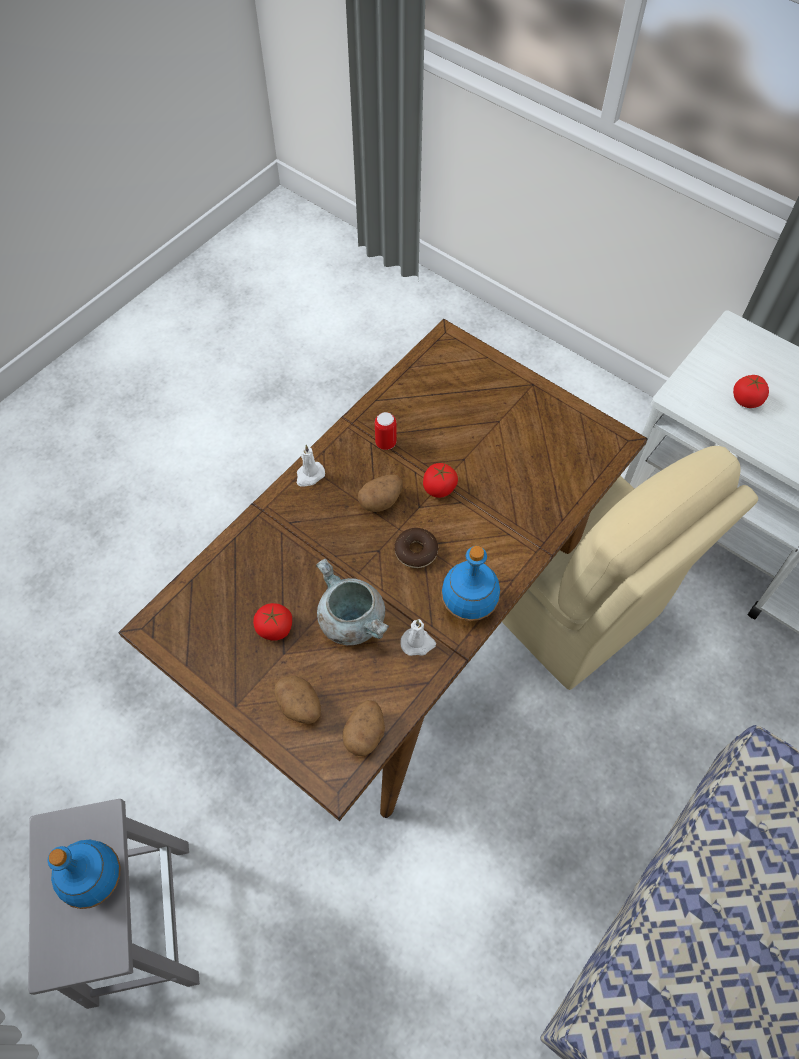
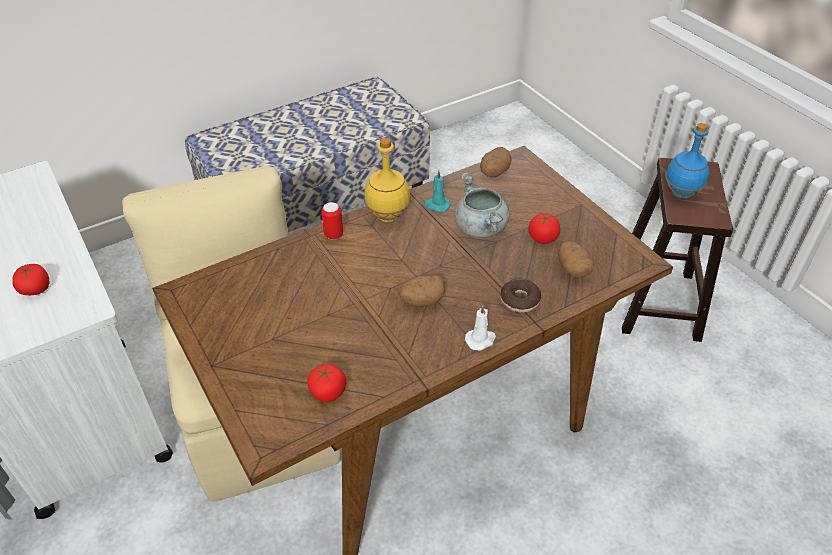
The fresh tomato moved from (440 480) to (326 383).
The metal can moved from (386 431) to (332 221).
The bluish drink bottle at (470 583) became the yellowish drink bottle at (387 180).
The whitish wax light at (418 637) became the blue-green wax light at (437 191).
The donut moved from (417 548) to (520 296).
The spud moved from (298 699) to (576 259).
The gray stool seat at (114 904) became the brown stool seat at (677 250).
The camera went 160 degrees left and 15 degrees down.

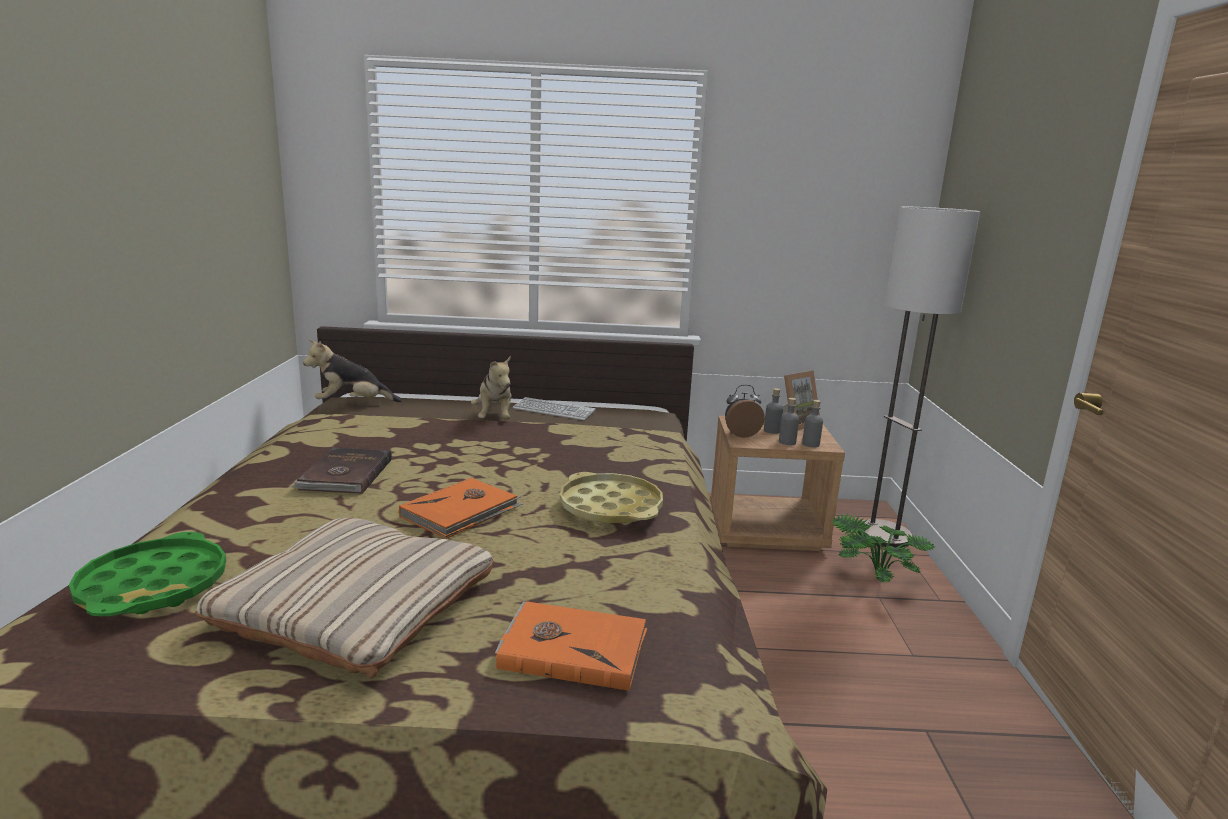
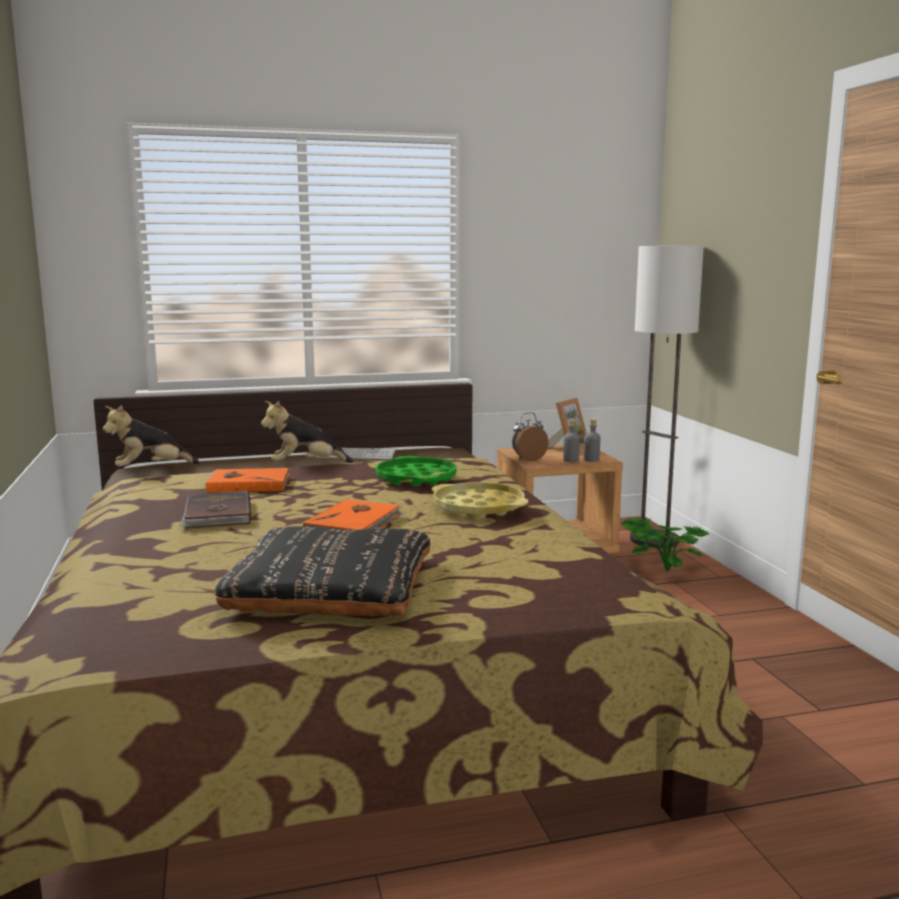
The orange-coloured bound book moved from (571 646) to (247 480).
The beige-coloured pillow at (344 598) became the blackish pillow at (322 571).
The cuddly toy at (491 387) turned 105 degrees clockwise.
The greenish tray moved from (147 574) to (416 471).
The gray drink bottle at (773 411) disappeared.
The camera went 15 degrees left and 5 degrees down.

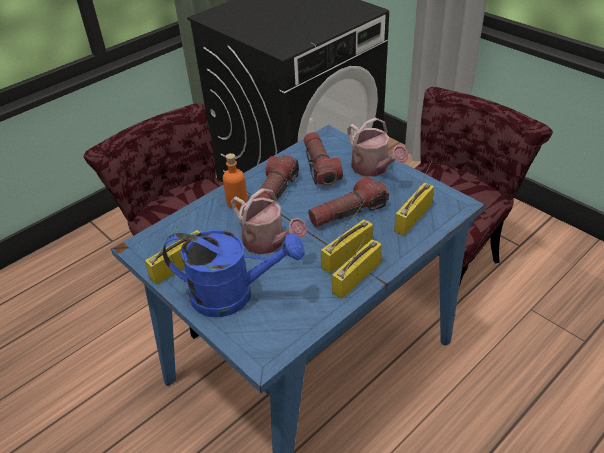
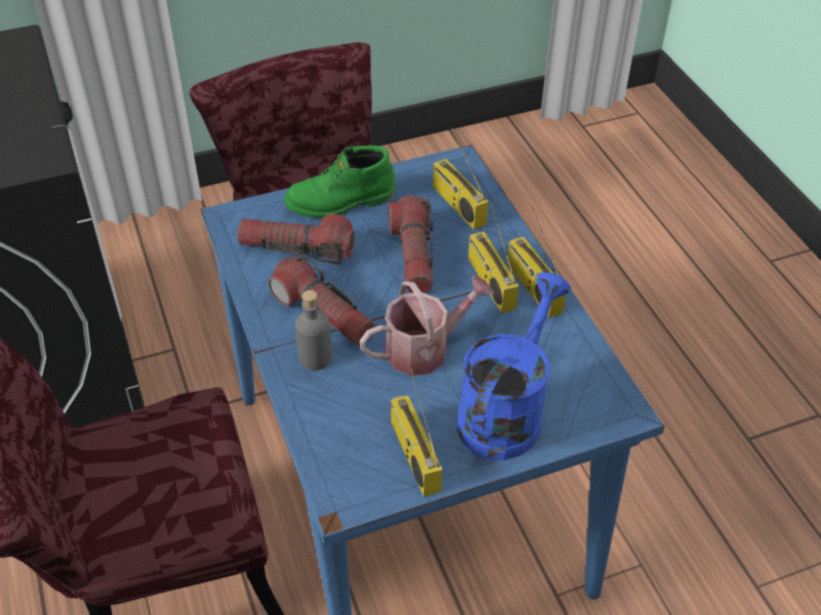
The sprinkling can at (377 147) was replaced by the greenish tall boot at (339 181).
The orange-coloured drink bottle at (235 181) became the gray drink bottle at (313 330).
The camera went 70 degrees left and 5 degrees up.

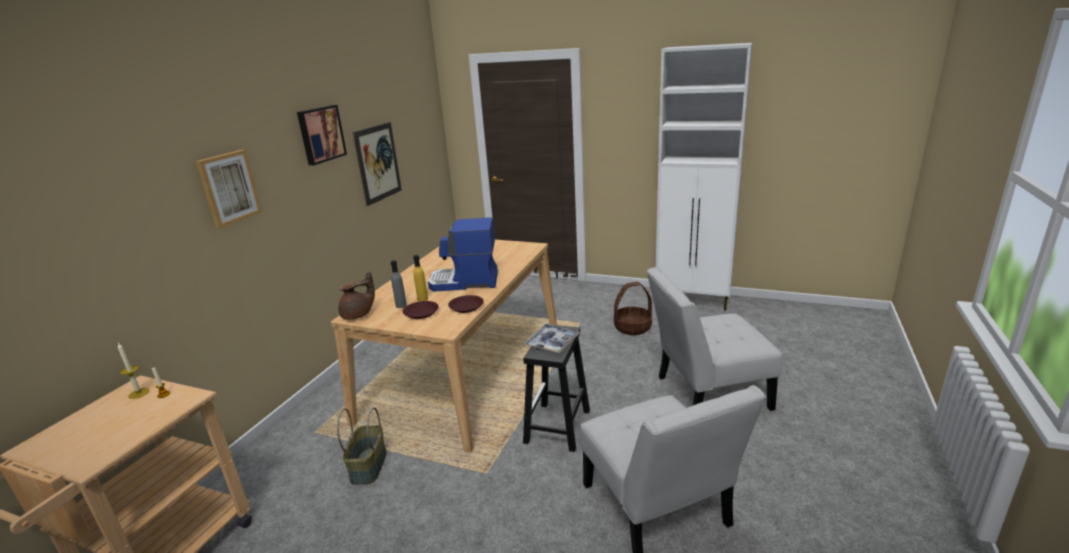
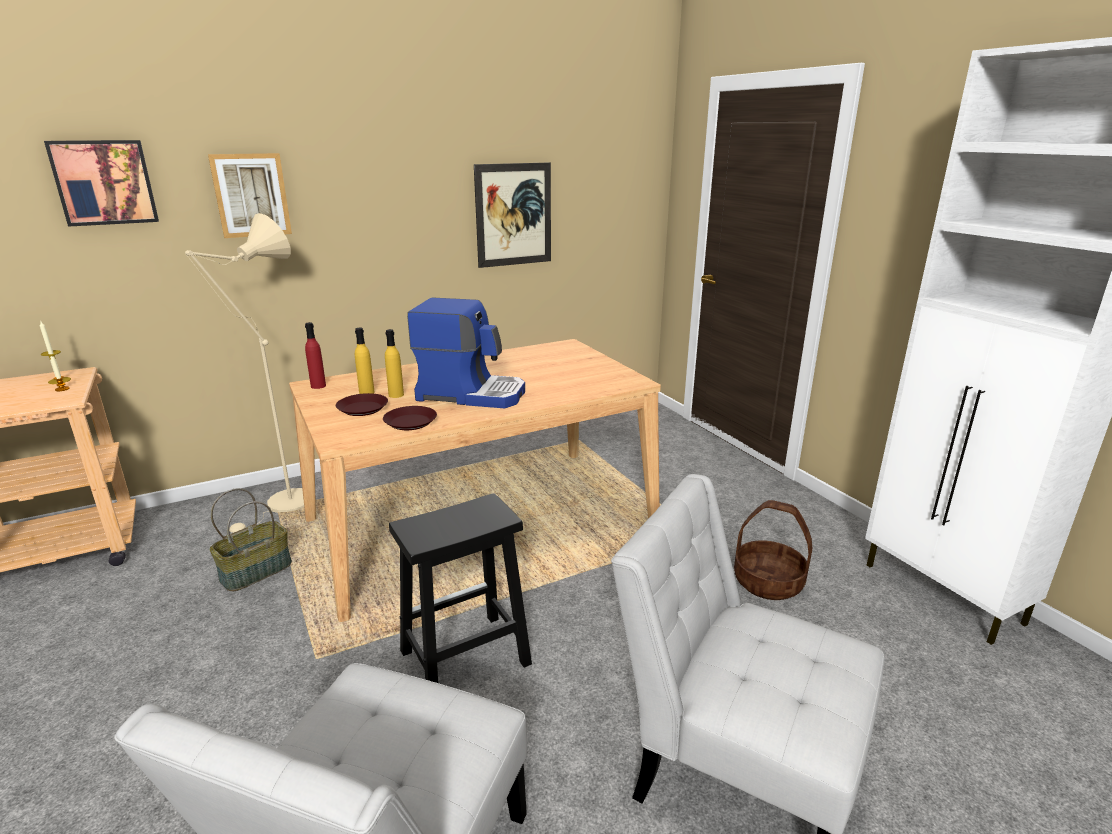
The picture moved from (322 135) to (101 183).
The beige-coloured standard lamp at (244 373) appeared.
The brown teapot at (356 296) was replaced by the red-coloured drink bottle at (315 355).
The gray drink bottle at (399 284) became the yellowish drink bottle at (365 361).
The coffee maker at (463 254) turned 150 degrees clockwise.
The tray at (552 338) disappeared.
The camera went 40 degrees right and 0 degrees up.

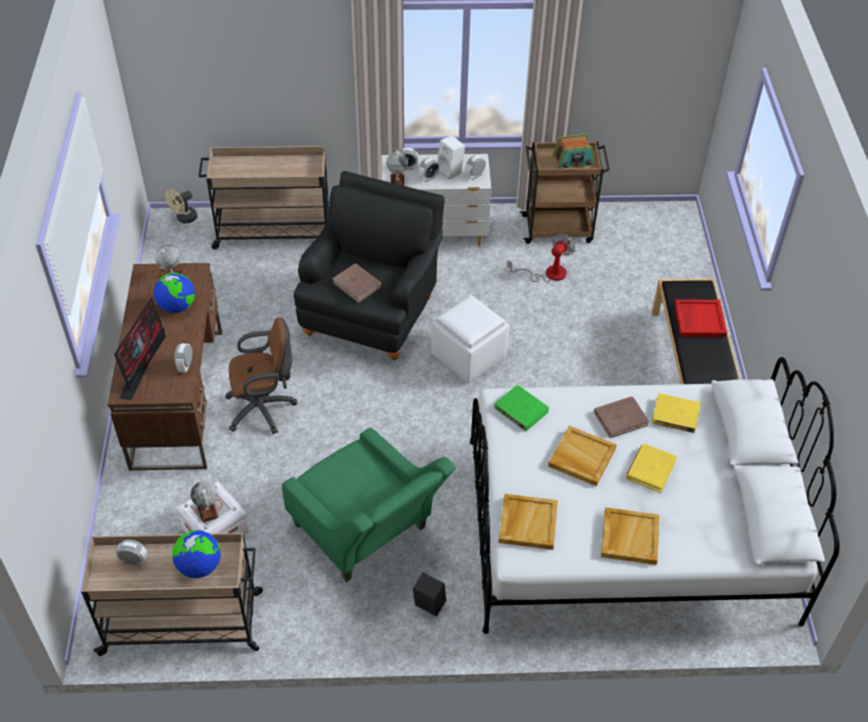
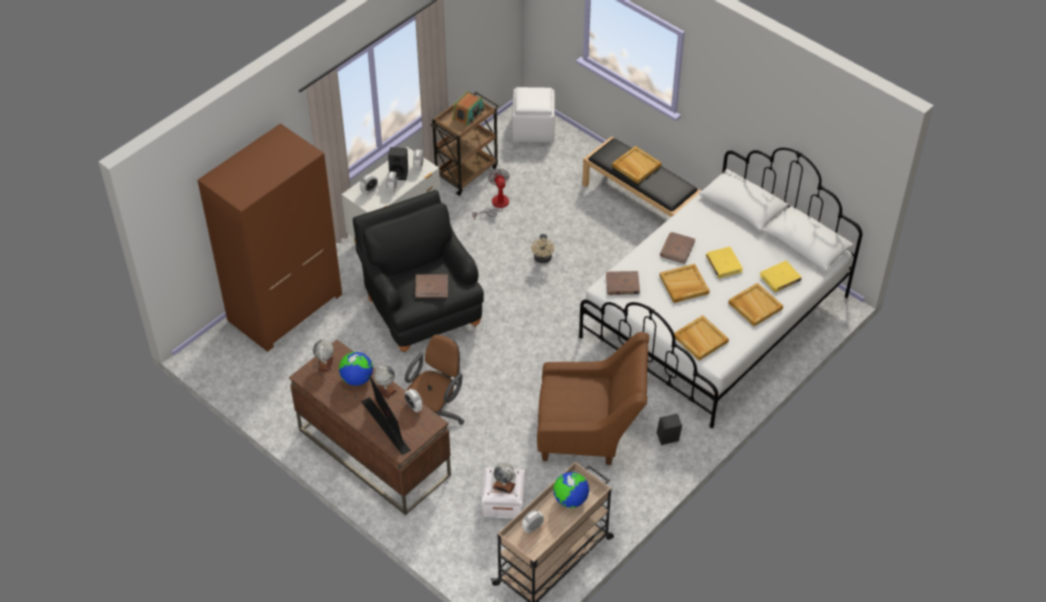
The beige-coloured trolley at (264 198) was replaced by the brown clothes cupboard at (269 237).
The globe moved from (397 168) to (385 381).
The whitish audio speaker at (451 157) became the blackish audio speaker at (398 163).
The whitish footrest moved from (470 339) to (533 114).
The beige-coloured cooling fan moved from (182 206) to (543 248).
The greenish armchair at (369 505) became the brown armchair at (593 398).
The greenish bound book at (521 408) became the brown bound book at (623 283).
The red-coloured tray at (700 318) became the beige-coloured tray at (636 165).
The yellowish bound book moved from (676 413) to (781 276).
The camera went 45 degrees left and 0 degrees up.

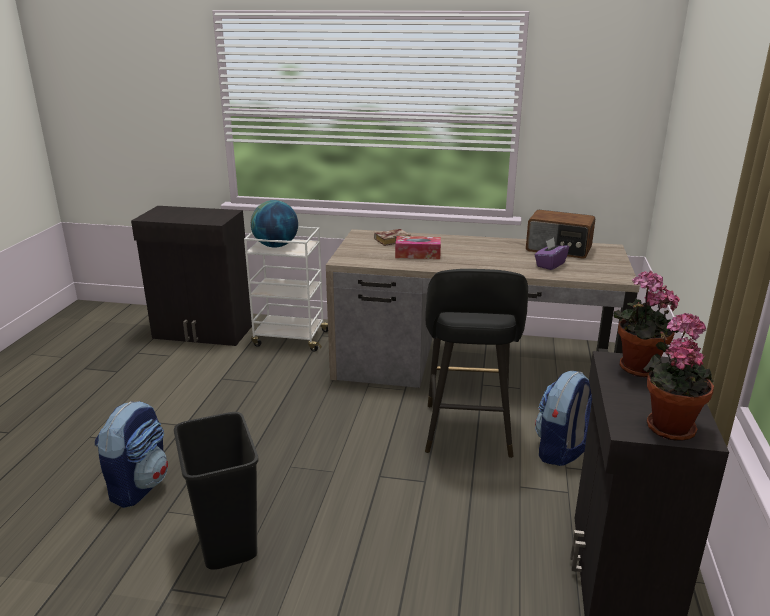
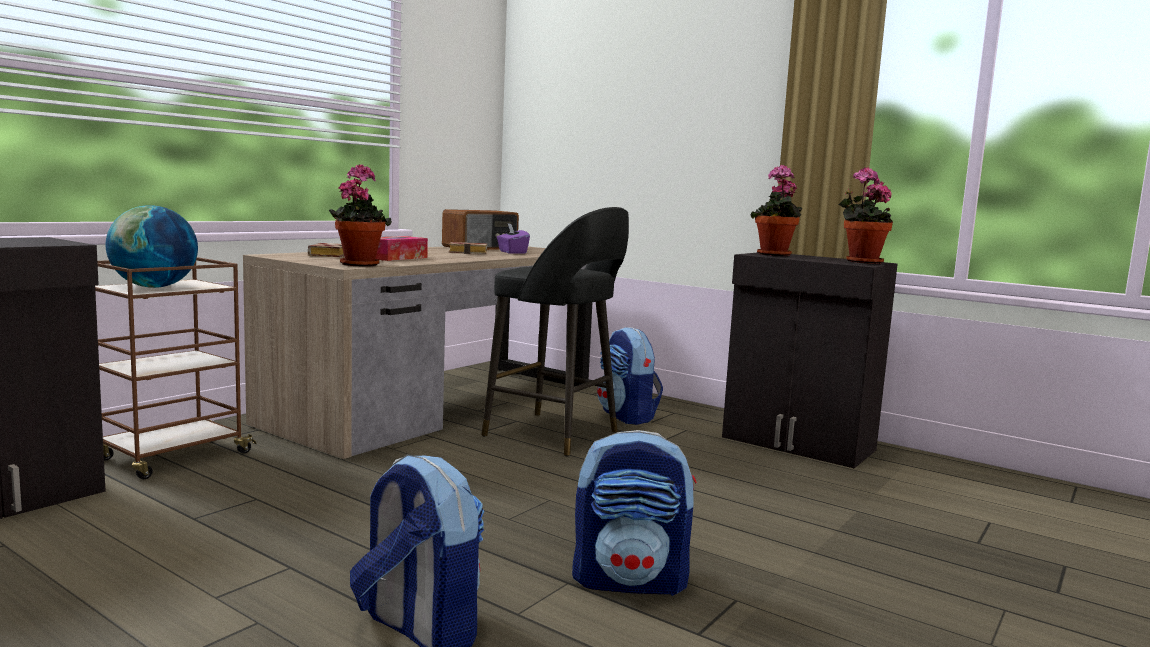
The whitish trolley at (286 289) became the brown trolley at (176 368).
The plant in a pot at (360 215) appeared.
The bound book at (468 248) appeared.
The blackish trash can at (216 491) was replaced by the knapsack at (634 513).
The camera went 65 degrees left and 15 degrees down.

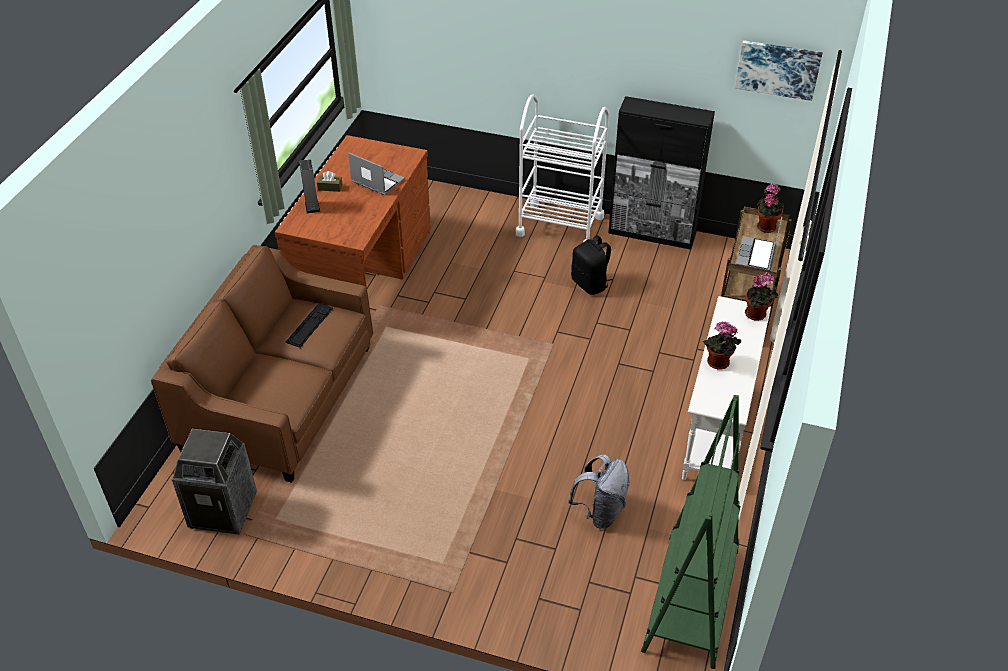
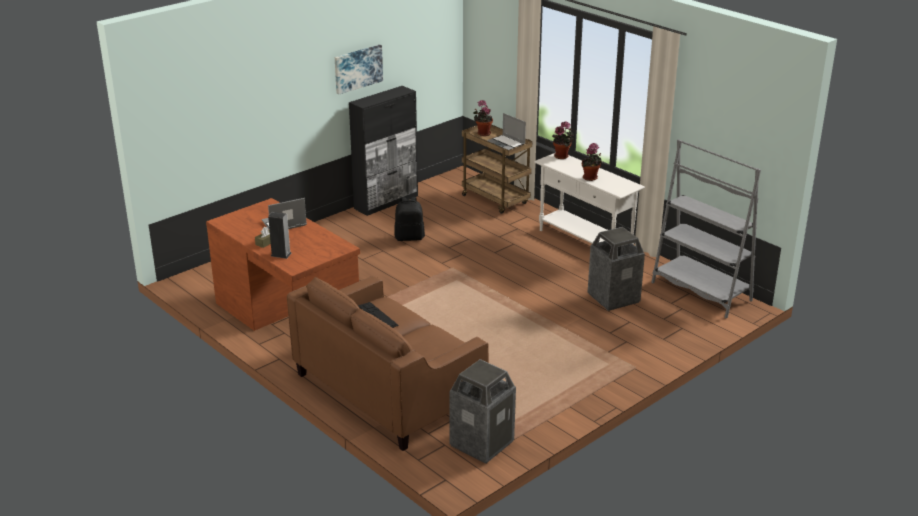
The picture moved from (779 70) to (359 69).
The gray knapsack at (599 491) was replaced by the trash can at (616 269).
The greenish bookcase at (690 532) became the gray bookcase at (706 228).
The whitish trolley at (562 168) disappeared.
The camera went 60 degrees left and 15 degrees down.

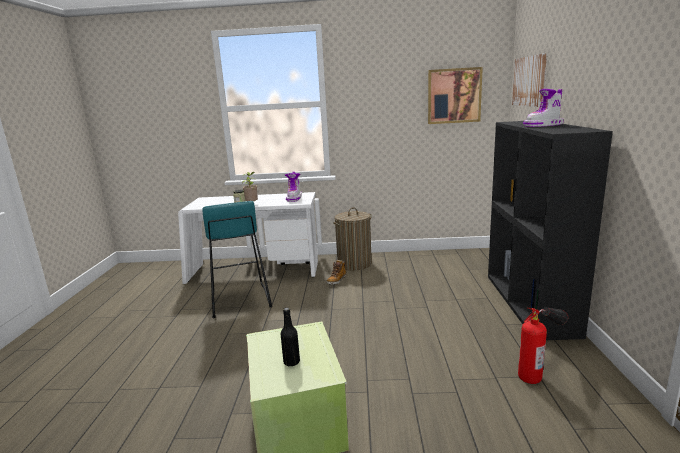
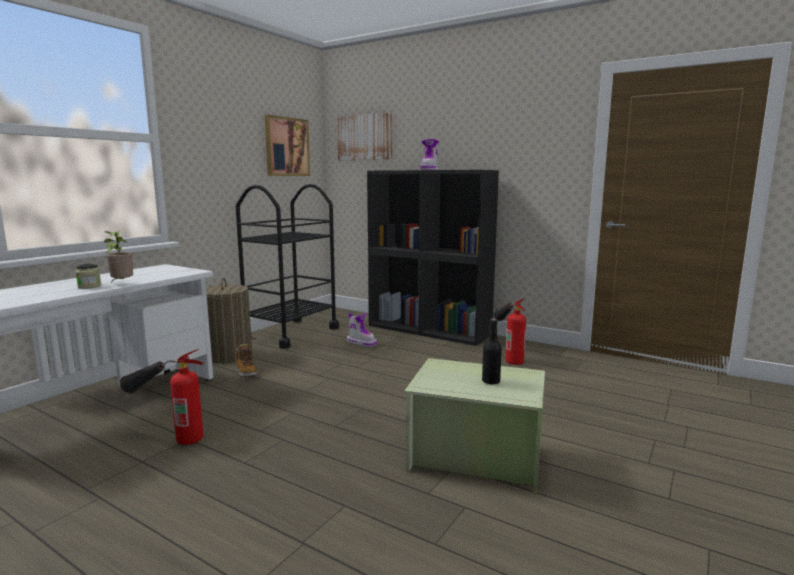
The blue-green stool seat at (237 259) was replaced by the extinguisher at (162 397).
The blackish trolley at (287 266) appeared.
The tall boot moved from (293 187) to (362 330).
The camera went 60 degrees left and 5 degrees down.

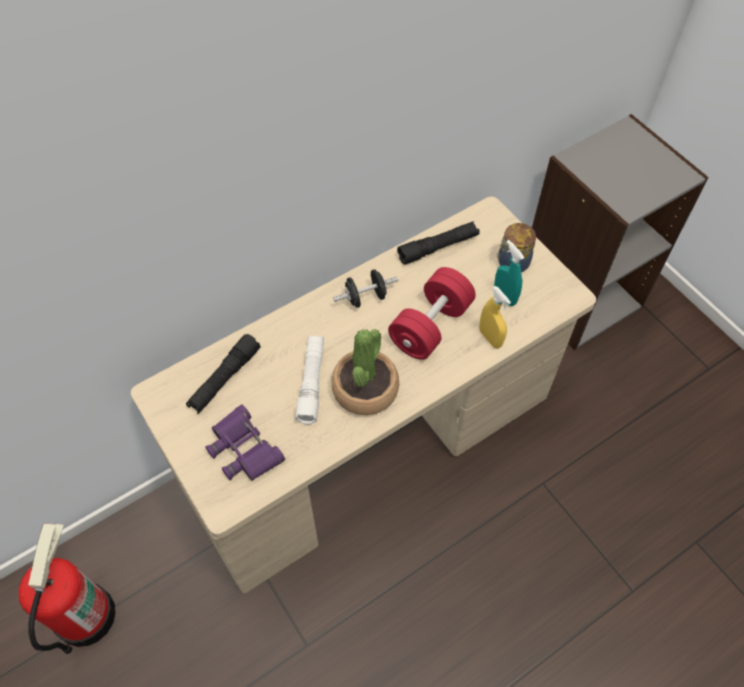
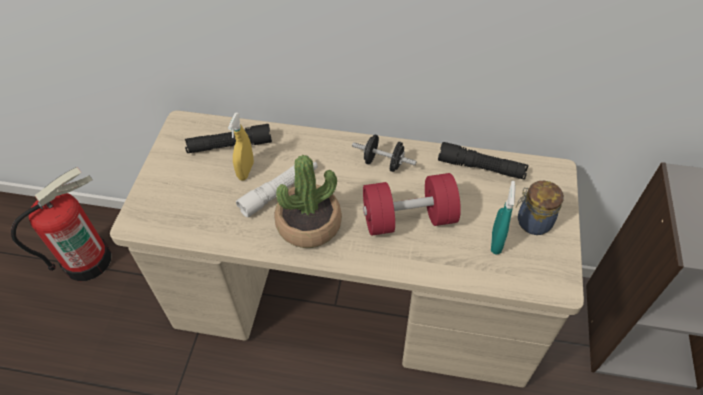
The yellowish spray bottle moved from (495 317) to (241 147).
The purplish field glasses at (245 442) disappeared.
The camera went 45 degrees right and 5 degrees down.

